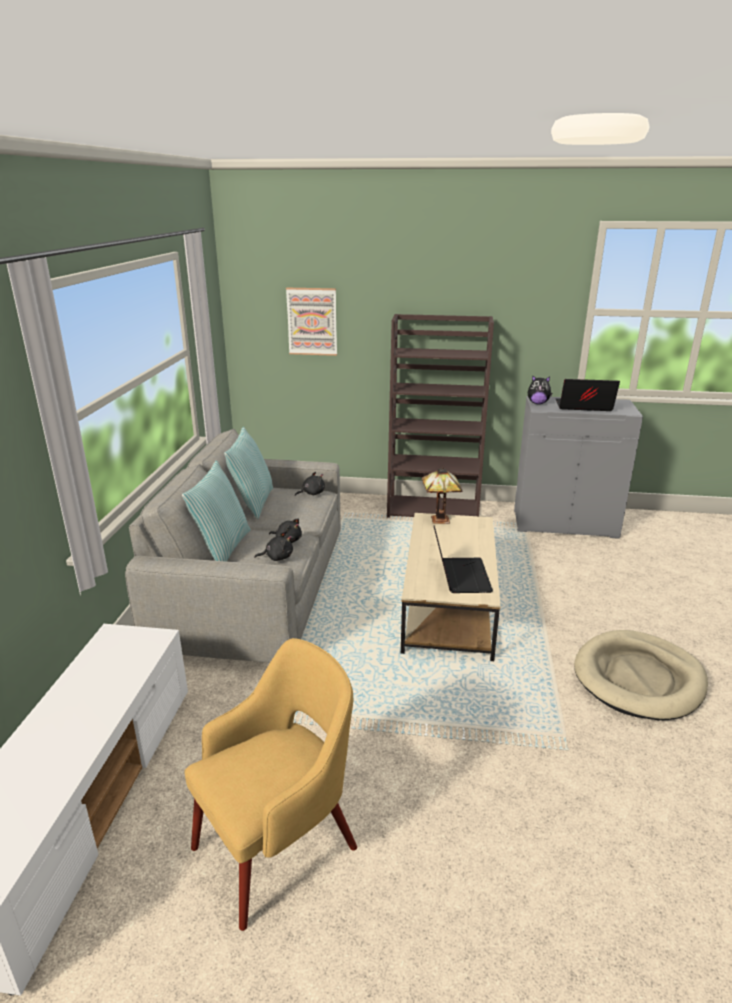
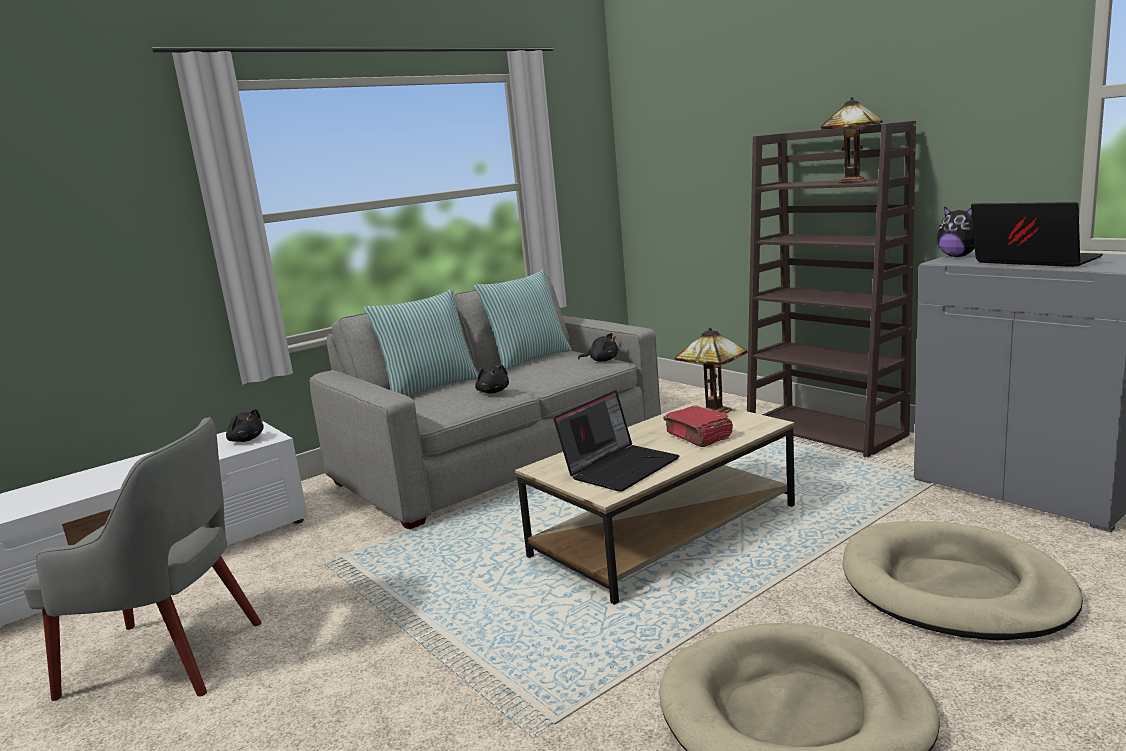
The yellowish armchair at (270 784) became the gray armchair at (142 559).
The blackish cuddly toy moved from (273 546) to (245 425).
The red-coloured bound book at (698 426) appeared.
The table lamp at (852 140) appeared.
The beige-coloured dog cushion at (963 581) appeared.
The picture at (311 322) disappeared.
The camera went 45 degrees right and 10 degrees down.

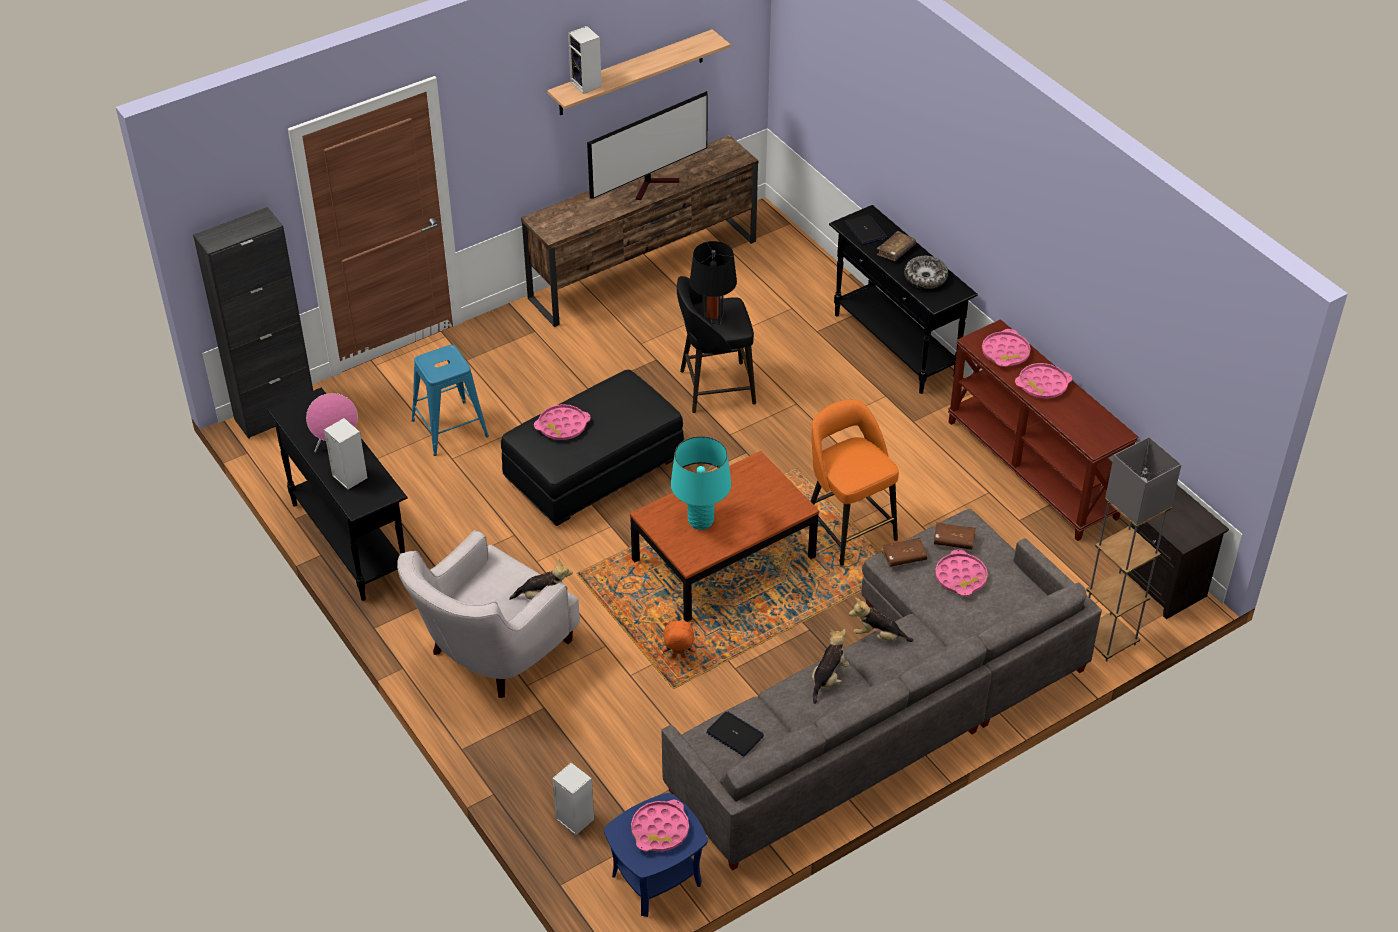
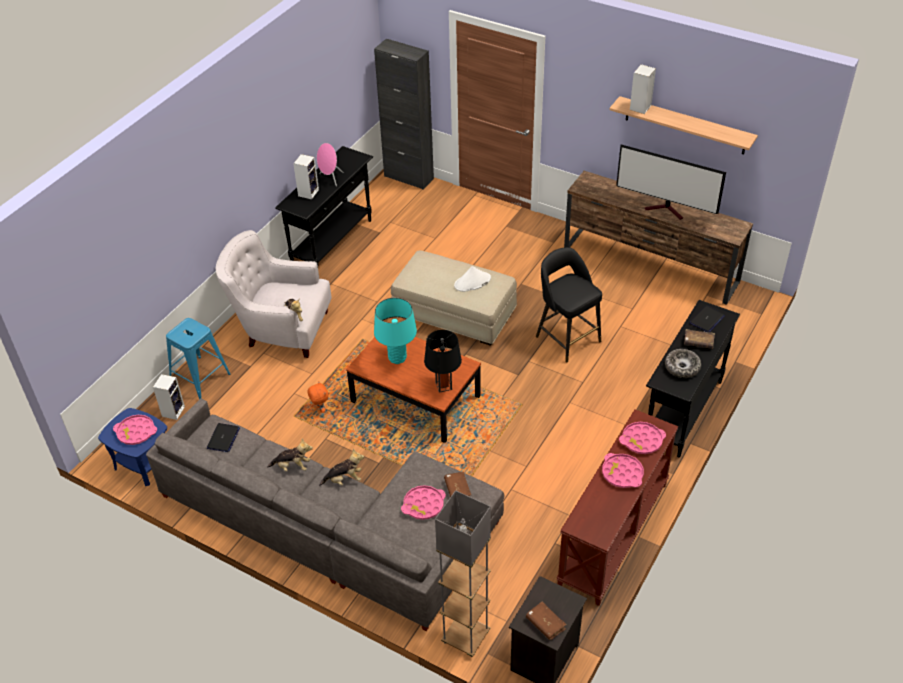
The bluish stool seat moved from (450 400) to (198 359).
The cuddly toy at (881 620) turned 90 degrees clockwise.
The blackish footrest at (592 448) became the beige-coloured footrest at (454 298).
The blackish table lamp moved from (713 283) to (443 361).
The whitish hat at (472 279) appeared.
The brown bound book moved from (904 552) to (546 621).
The pink-coloured tray at (562 422) disappeared.
The orange-coloured stool seat at (854 483) disappeared.
The camera went 65 degrees right and 0 degrees up.

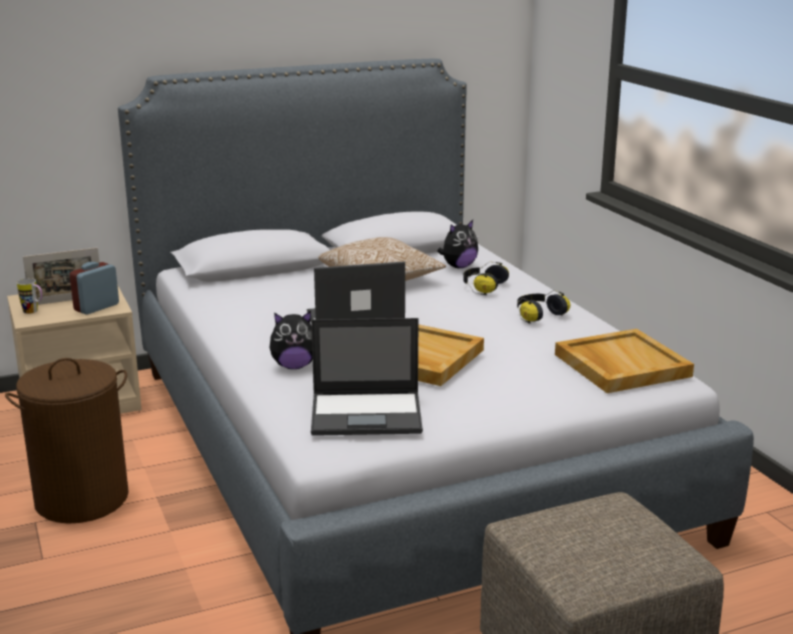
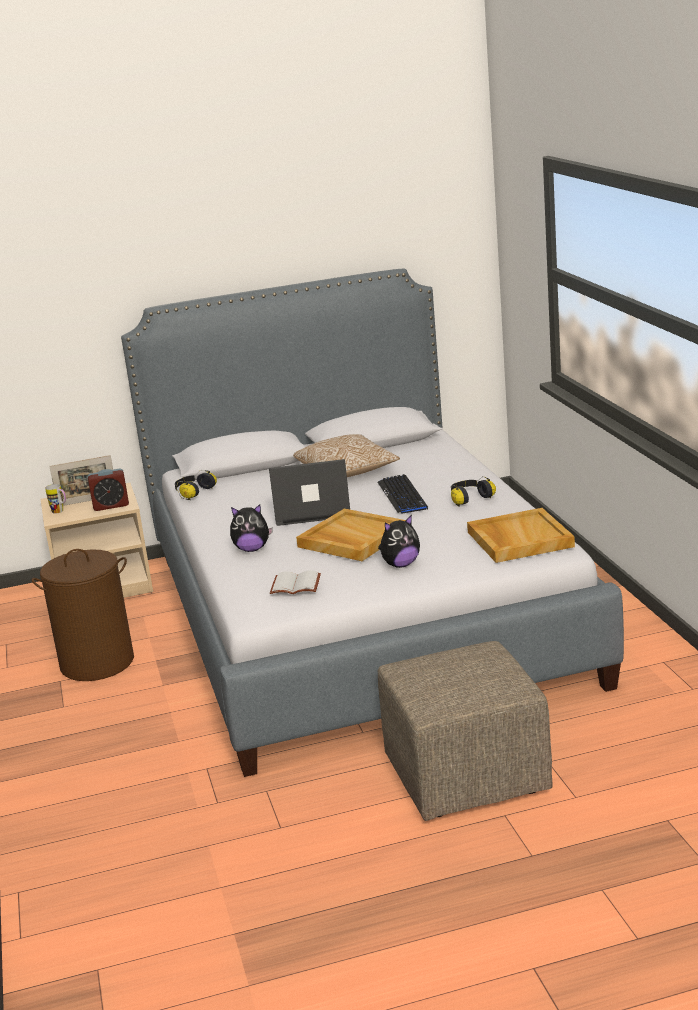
The bedside clock at (94 288) turned 150 degrees counterclockwise.
The headset moved from (486 278) to (196 485).
The notebook computer at (367 377) was replaced by the whitish bound book at (295 582).
The keyboard at (402 494) appeared.
The cuddly toy moved from (457 244) to (399 541).
The camera went 10 degrees right and 0 degrees up.

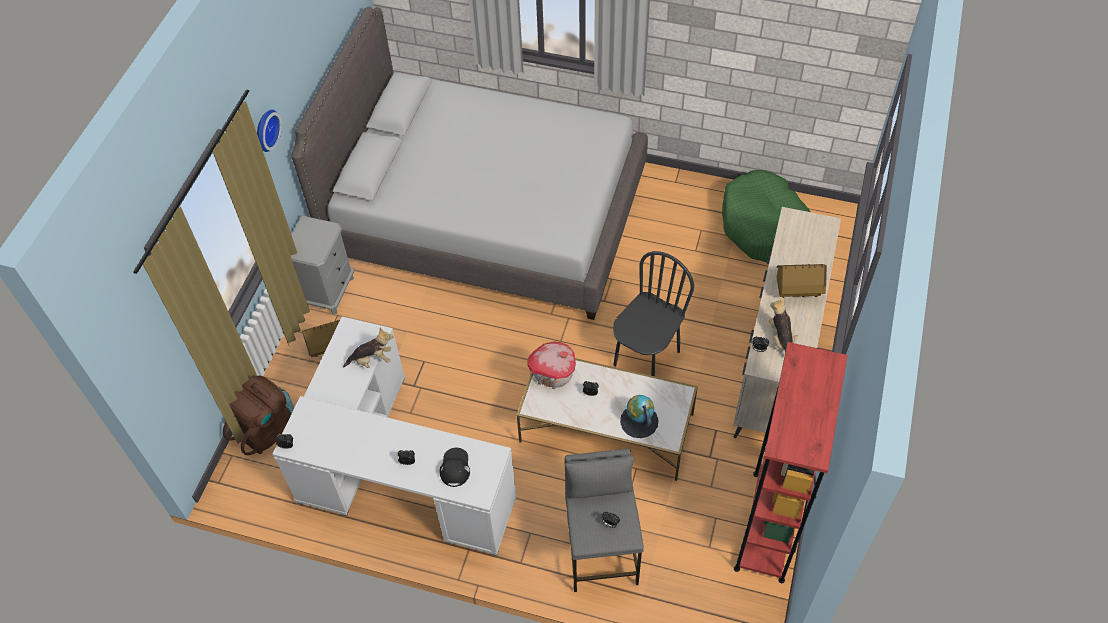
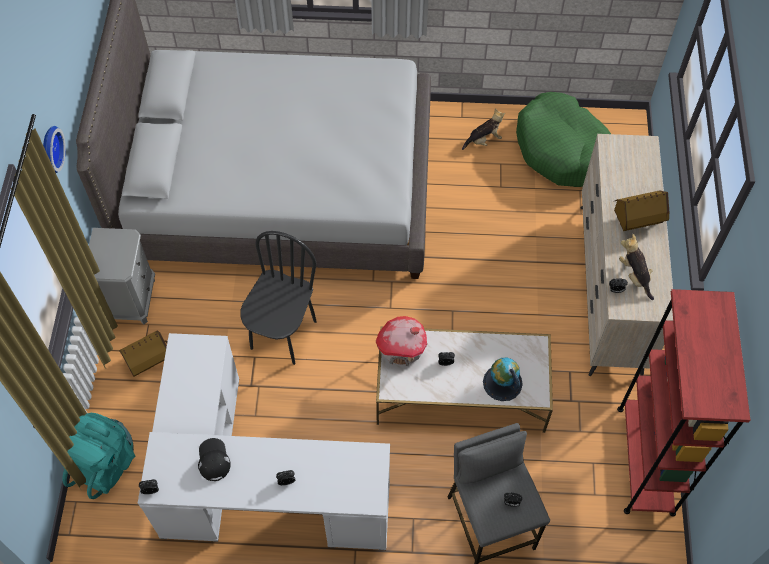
The brown knapsack at (258 415) became the blue-green knapsack at (98 456).
The blackish peaked cap moved from (454 467) to (214 459).
The blackish chair moved from (653 313) to (278 298).
The cuddly toy moved from (368 348) to (483 129).
The camera went 15 degrees left and 5 degrees up.

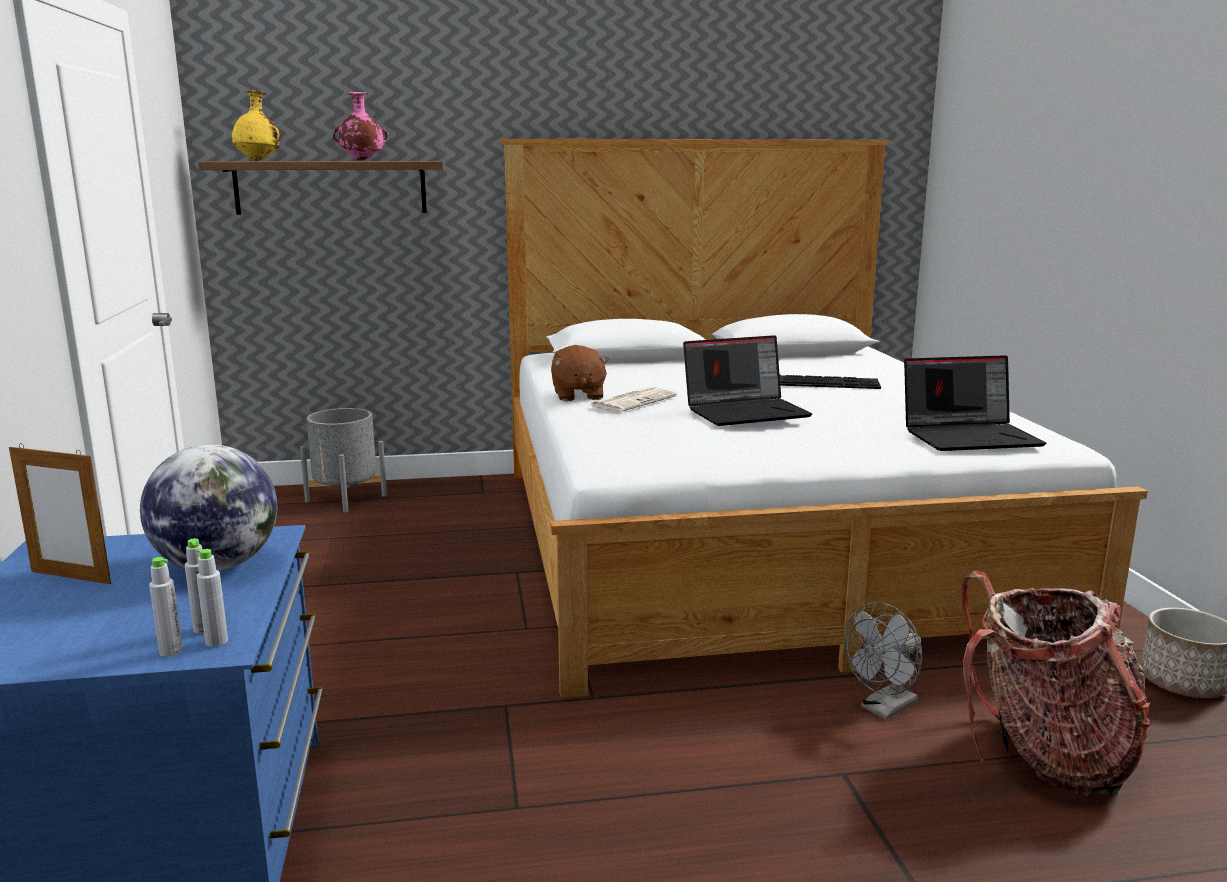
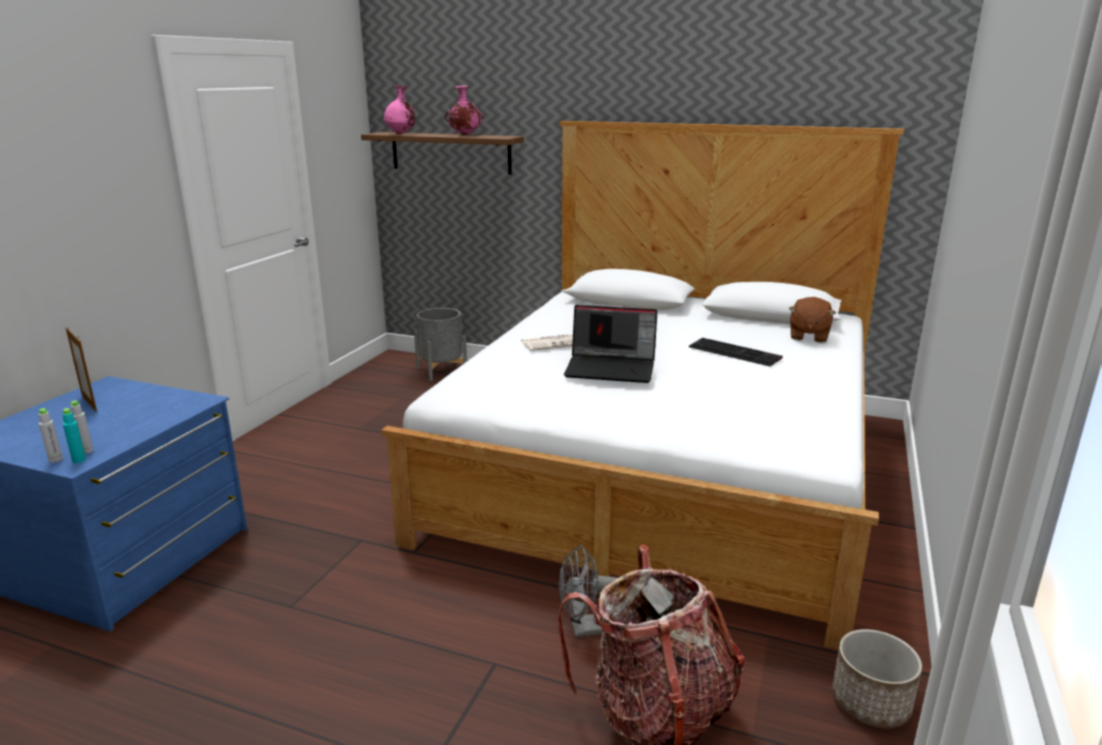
The gray drink bottle at (212 598) became the blue-green drink bottle at (74 435).
The yellowish decorative vase at (256 125) became the pink-coloured decorative vase at (399 109).
The brown cuddly toy moved from (580 373) to (812 320).
The globe at (209 507) disappeared.
The notebook computer at (975 403) disappeared.
The camera went 30 degrees right and 5 degrees up.

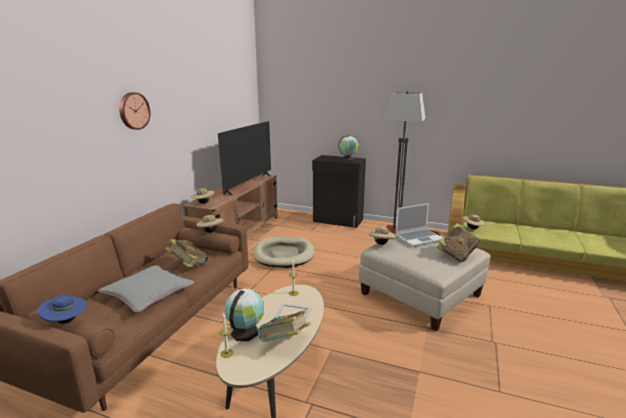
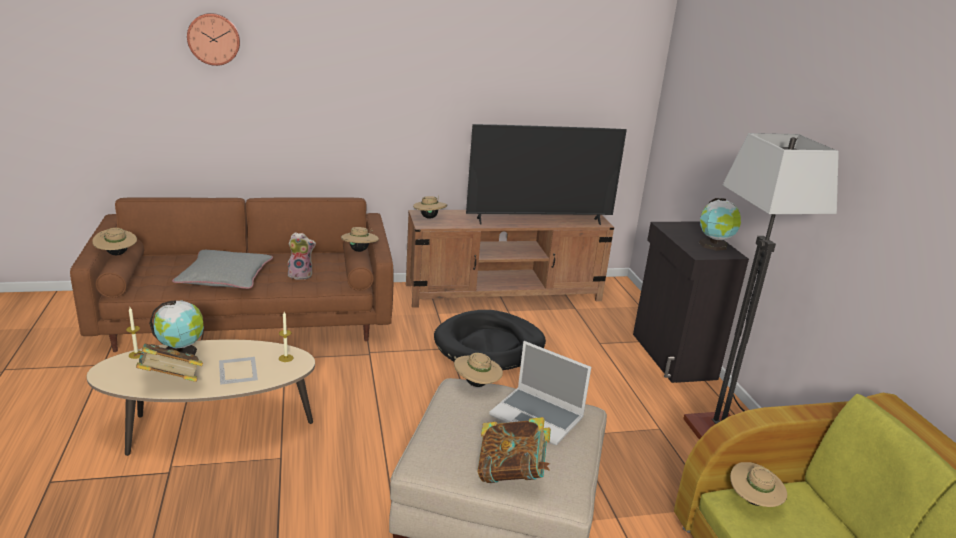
The bluish hat at (62 309) became the beige-coloured hat at (114 241).
The clock on the wall moved from (134 111) to (213 39).
The bound book at (186 253) was replaced by the cuddly toy at (302 256).
The beige-coloured dog cushion at (284 252) became the blackish dog cushion at (490 340).
The camera went 55 degrees right and 5 degrees up.

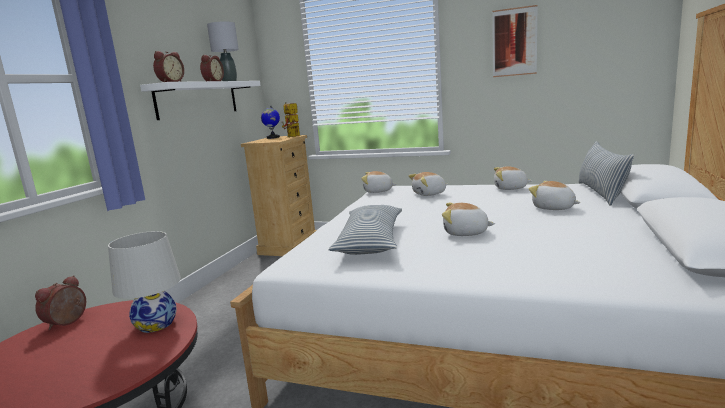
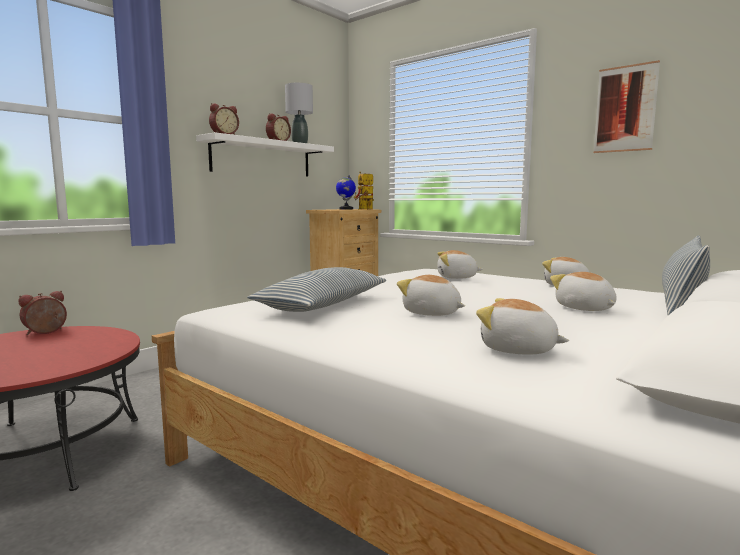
The cuddly toy moved from (379 182) to (522 326).
The whitish table lamp at (144 282) disappeared.
The camera went 20 degrees right and 5 degrees down.

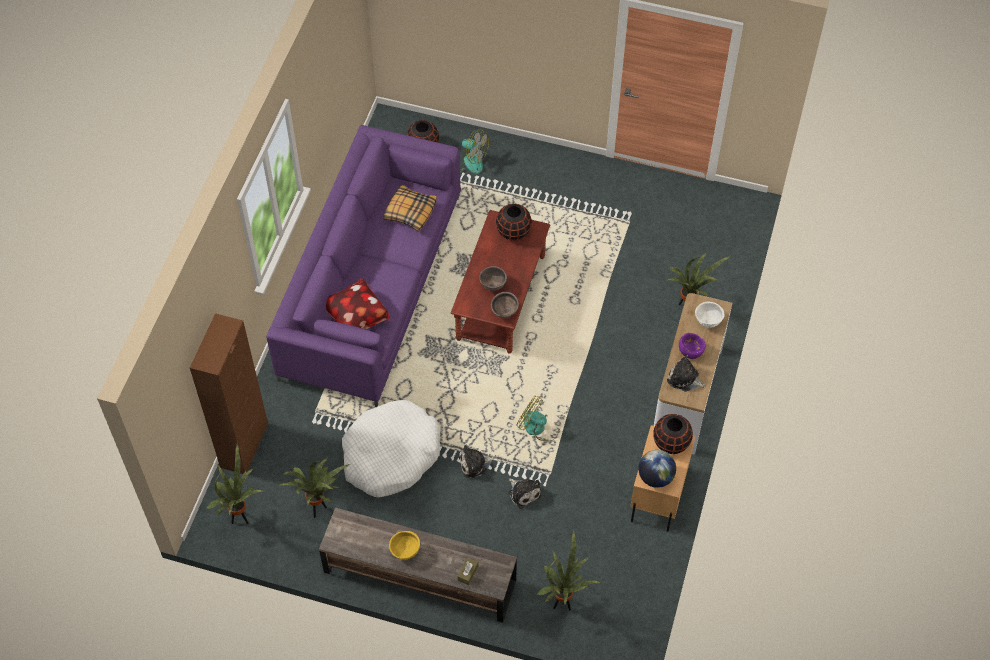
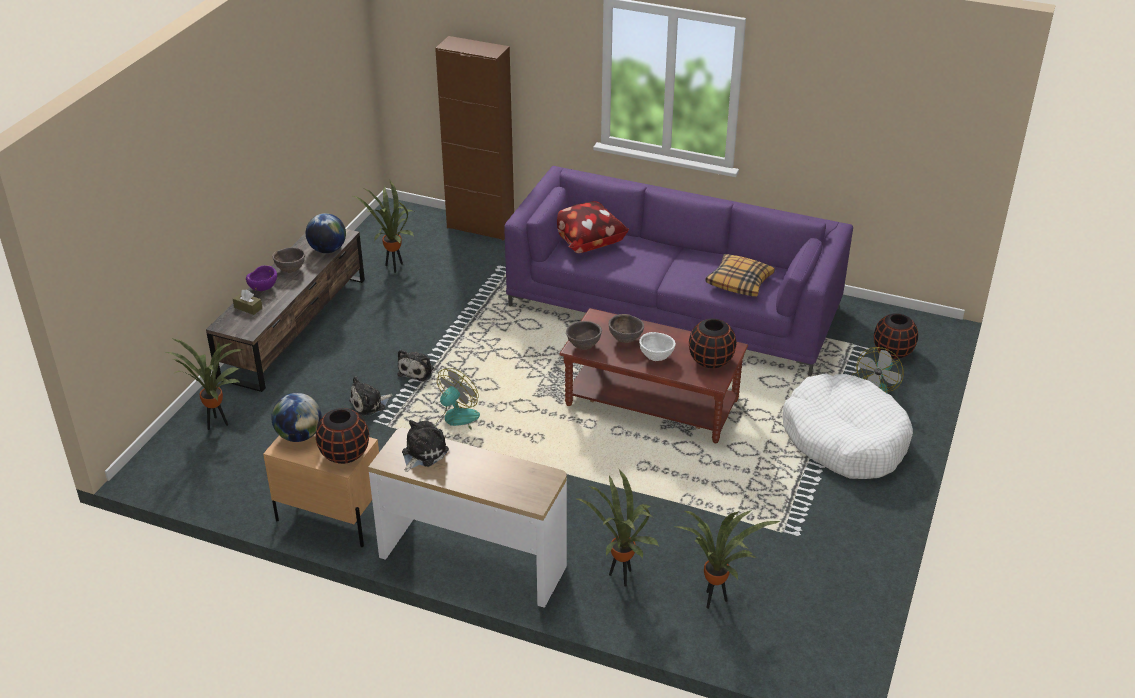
The purplish serving bowl moved from (692 346) to (261 278).
The yellowish serving bowl at (404 545) became the brown serving bowl at (288 260).
The globe at (326 233) appeared.
The cuddly toy at (476 461) turned 150 degrees counterclockwise.
The whitish serving bowl moved from (710 315) to (657 346).
The plant in a pot moved from (234 484) to (728 559).
The whitish dog cushion moved from (391 448) to (847 426).
The camera went 95 degrees right and 20 degrees down.

